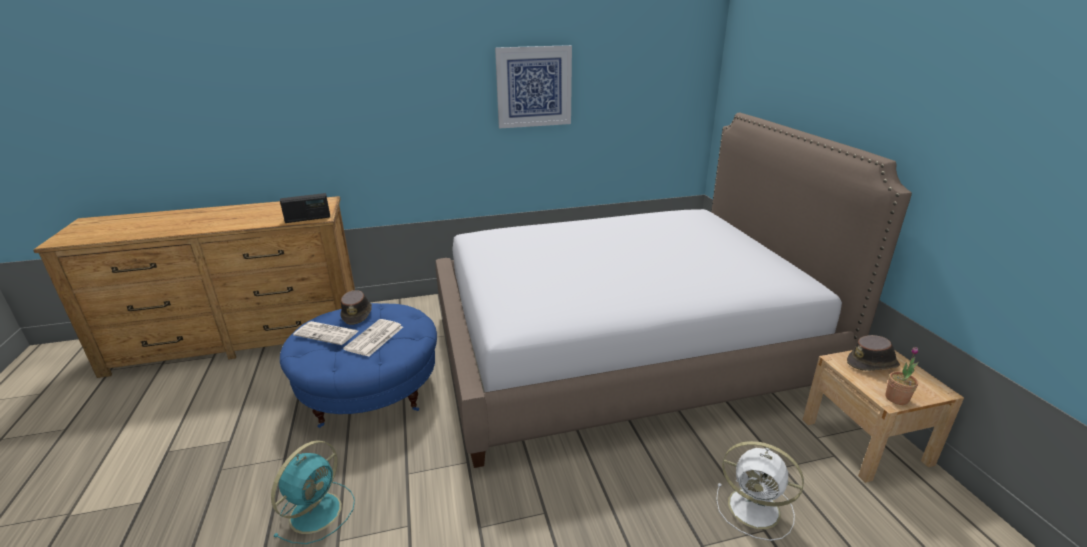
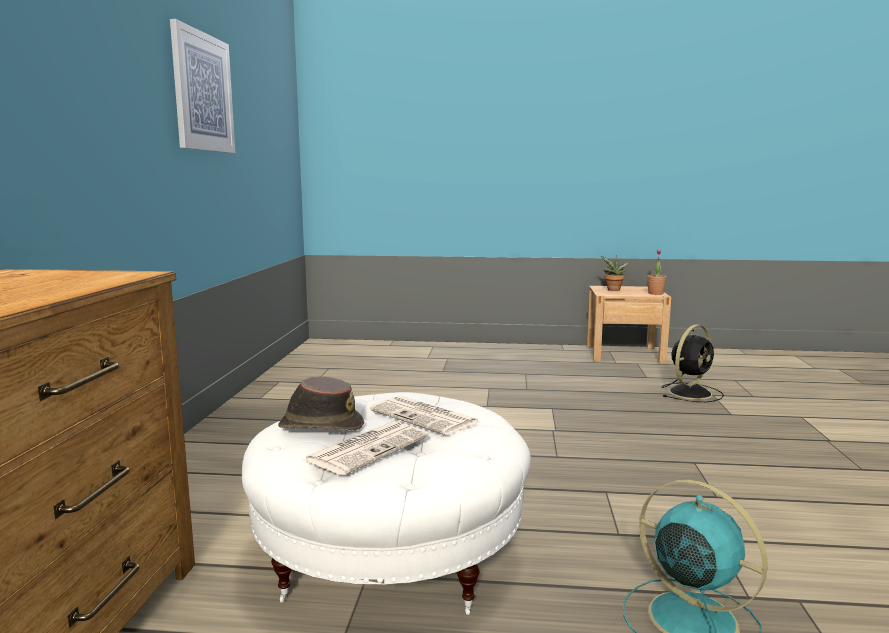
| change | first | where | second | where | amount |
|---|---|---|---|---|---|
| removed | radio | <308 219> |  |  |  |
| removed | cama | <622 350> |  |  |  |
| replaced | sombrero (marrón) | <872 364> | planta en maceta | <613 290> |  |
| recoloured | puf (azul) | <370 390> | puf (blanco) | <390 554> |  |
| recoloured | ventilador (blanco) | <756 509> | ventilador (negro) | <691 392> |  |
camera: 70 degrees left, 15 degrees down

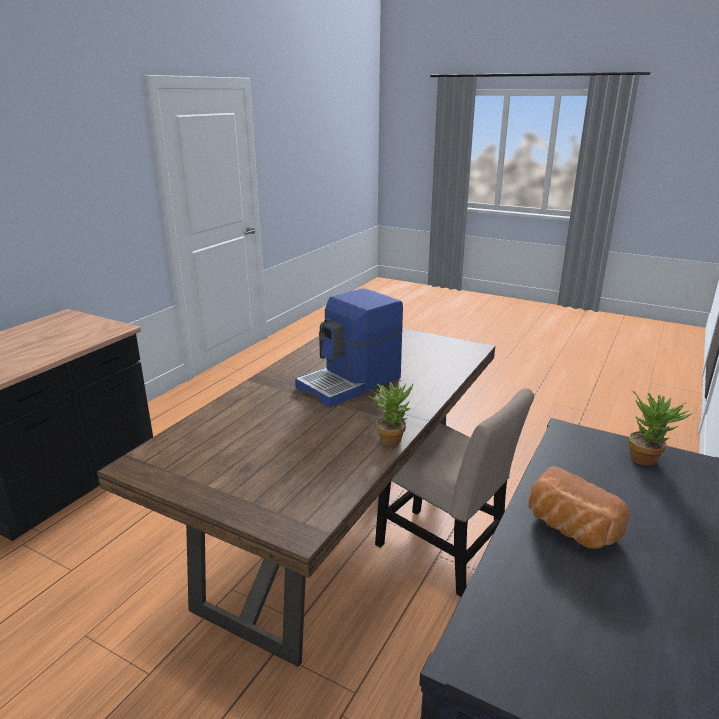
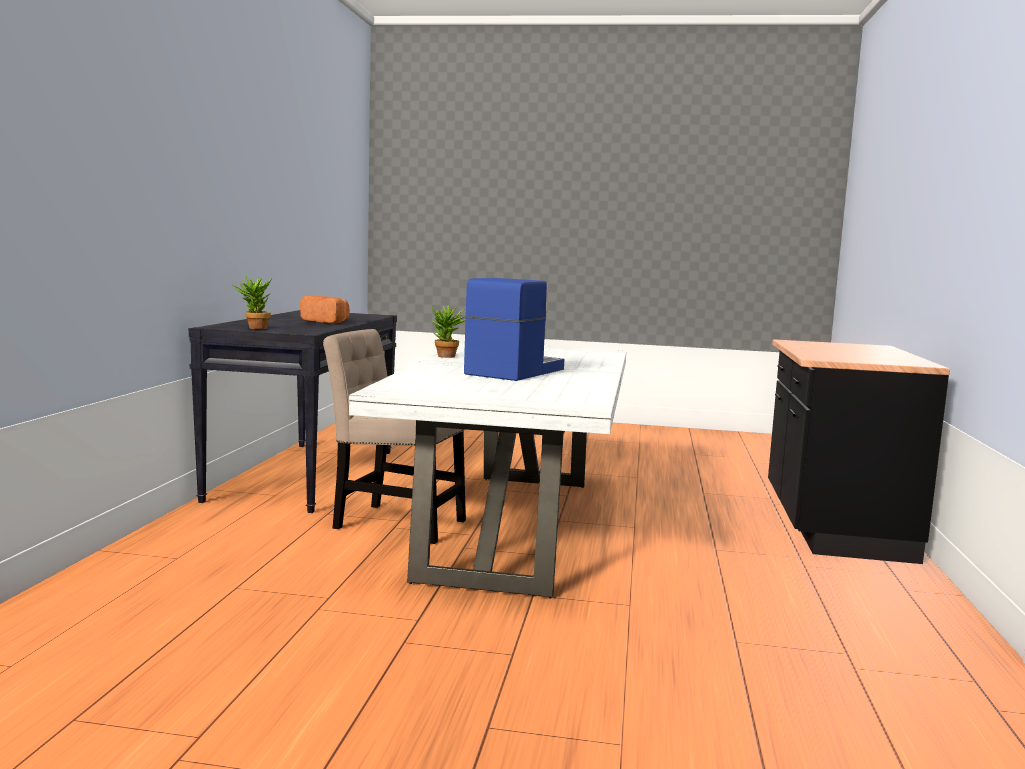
| change | first | where | second | where | amount |
|---|---|---|---|---|---|
| recoloured | mesa de comedor (marrón) | <337 526> | mesa de comedor (blanco) | <512 527> |  |
camera: 160 degrees right, 15 degrees down

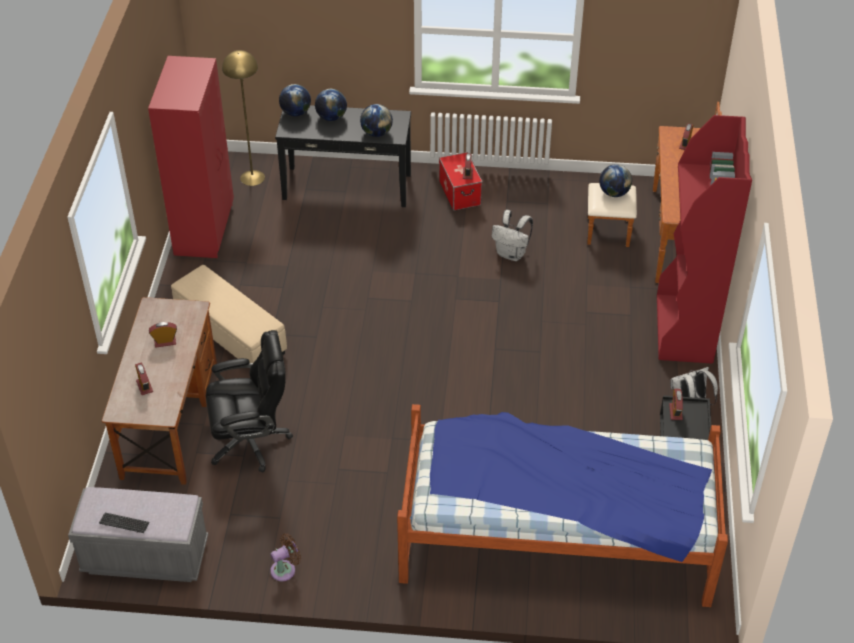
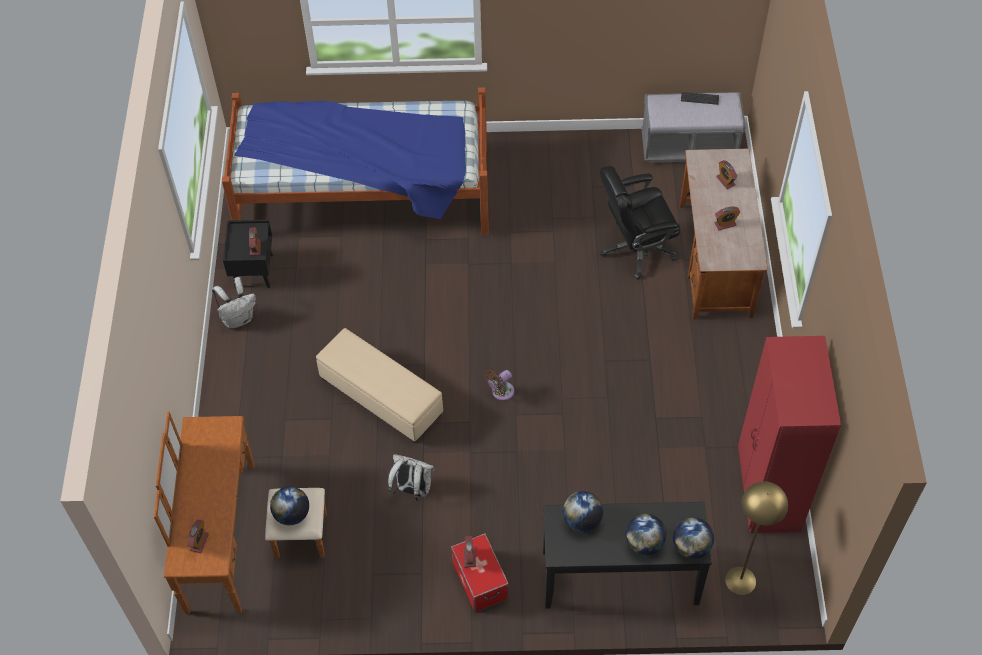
| change | first | where | second | where | amount |
|---|---|---|---|---|---|
| removed | estantería (rojo) | <684 330> |  |  |  |
| moved | puf (beis) | <231 333> |  | <380 397> |  |
| moved | ventilador (marrón) | <285 569> |  | <501 392> |  |
camera: 175 degrees right, 10 degrees up

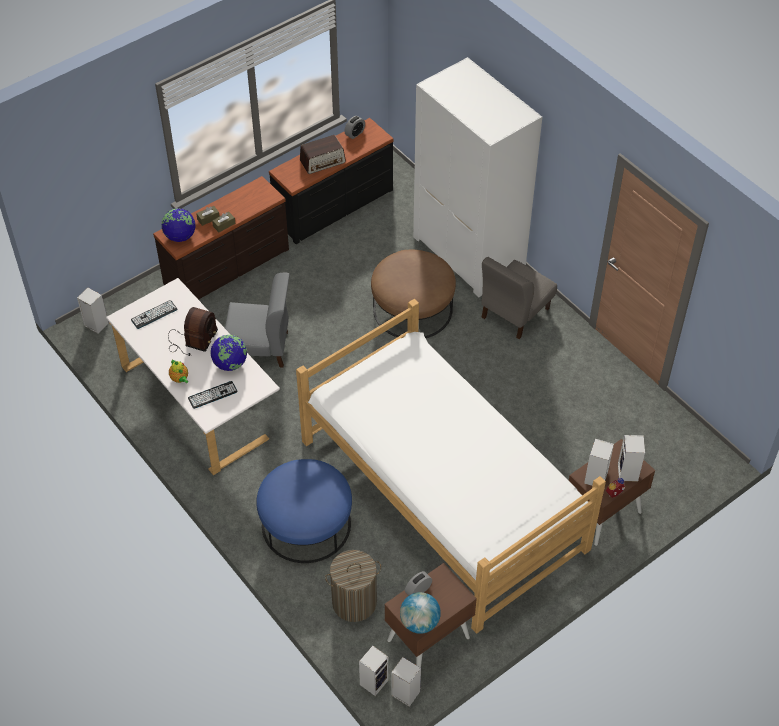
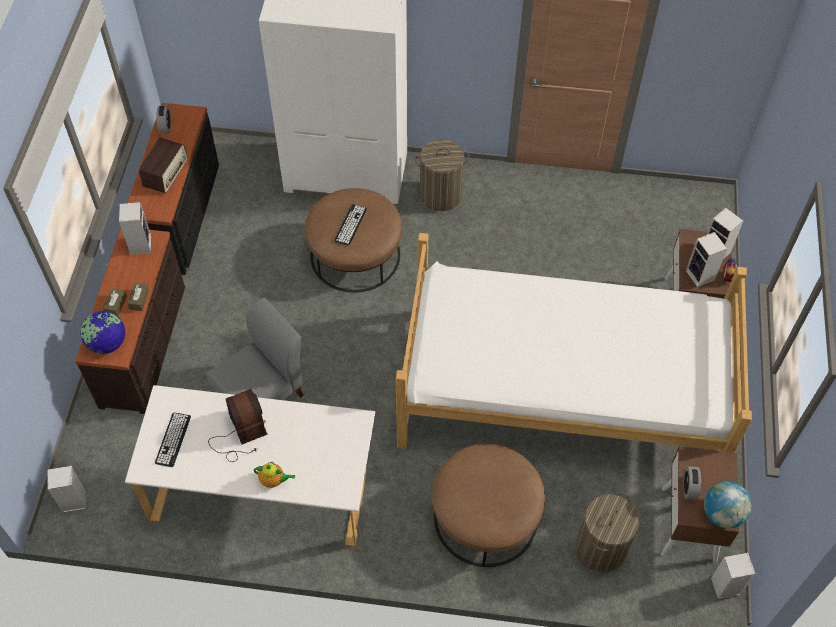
| change | first | where | second | where | amount |
|---|---|---|---|---|---|
| removed | globo terráqueo | <230 363> |  |  |  |
| moved | teclado | <212 395> |  | <350 225> |  |
| moved | altavoz | <374 681> |  | <140 244> |  |
| replaced | silla (gris) | <514 313> | cesto de la ropa | <440 195> |  |
| recoloured | puf (azul) | <306 524> | puf (marrón) | <485 517> |  |
camera: 45 degrees left, 5 degrees up

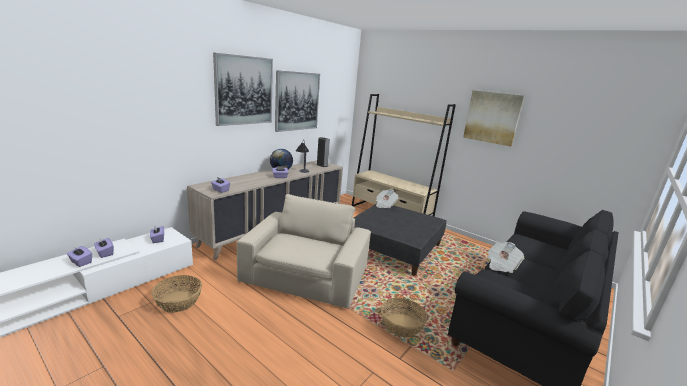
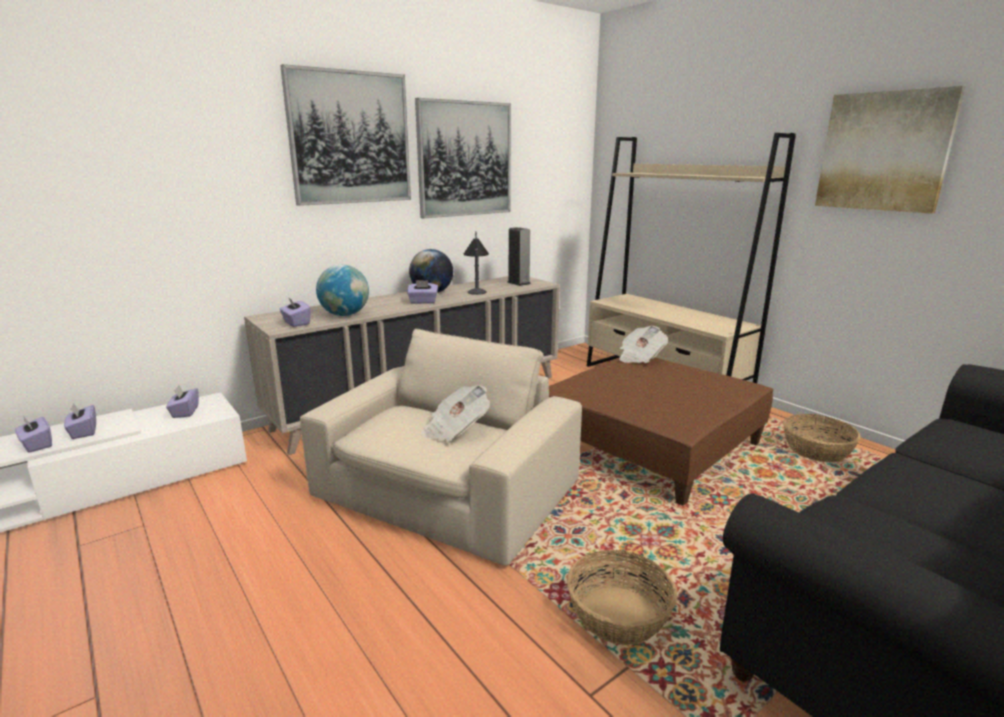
| change | first | where | second | where | amount |
|---|---|---|---|---|---|
| added |  |  | globo terráqueo | <345 315> |  |
| moved | cesta | <178 301> |  | <815 450> |  |
| moved | periódico | <501 265> |  | <455 430> |  |
| recoloured | puf (gris) | <393 247> | puf (marrón) | <651 444> |  |
camera: 15 degrees right, 0 degrees up

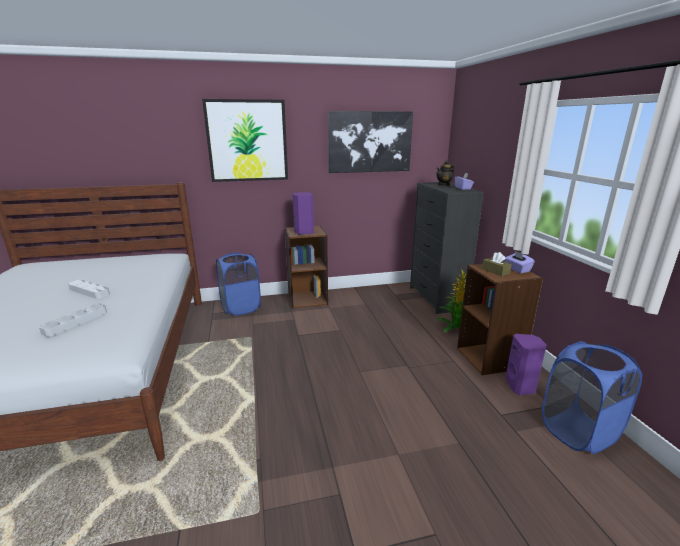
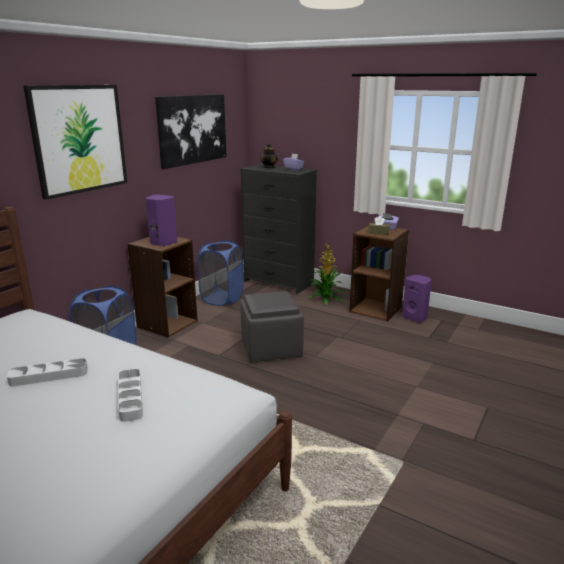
| change | first | where | second | where | amount |
|---|---|---|---|---|---|
| added |  |  | puf (gris) | <270 349> |  |
| moved | cesto de la ropa (azul) | <578 431> |  | <222 298> |  |
camera: 45 degrees left, 0 degrees up

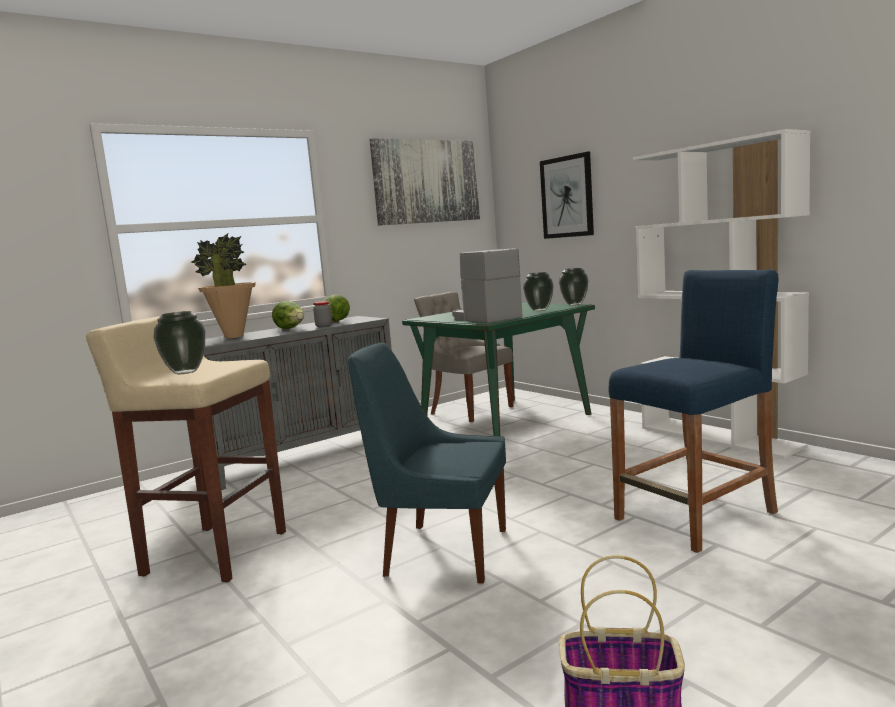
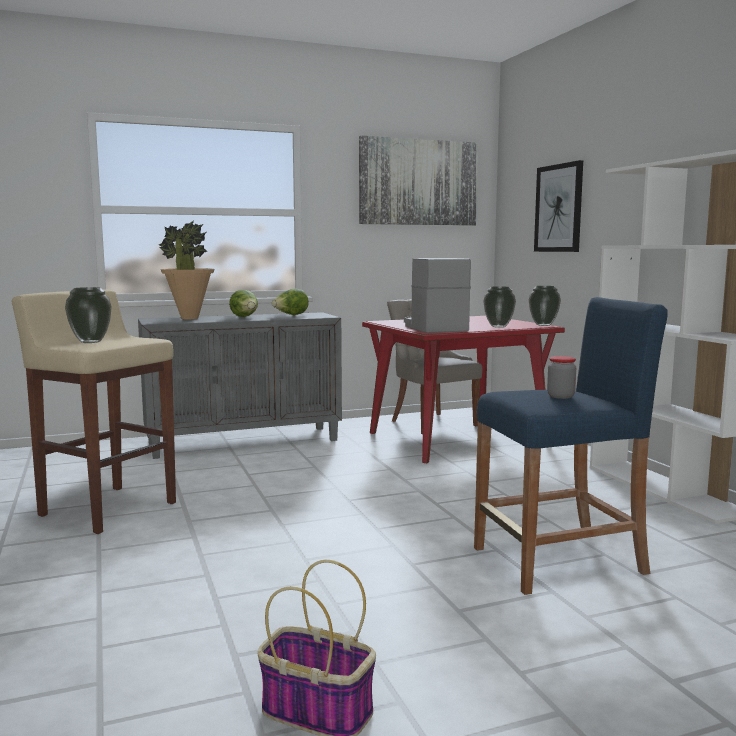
| change | first | where | second | where | amount |
|---|---|---|---|---|---|
| removed | silla (azul) | <441 552> |  |  |  |
| moved | tarro | <324 326> |  | <560 396> |  |
| recoloured | mesa de comedor (verde) | <505 421> | mesa de comedor (rojo) | <456 439> |  |
camera: 15 degrees right, 0 degrees up

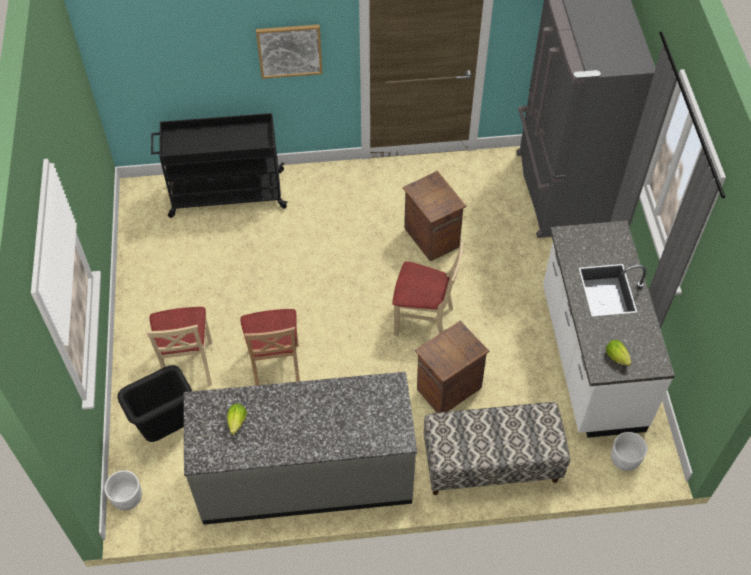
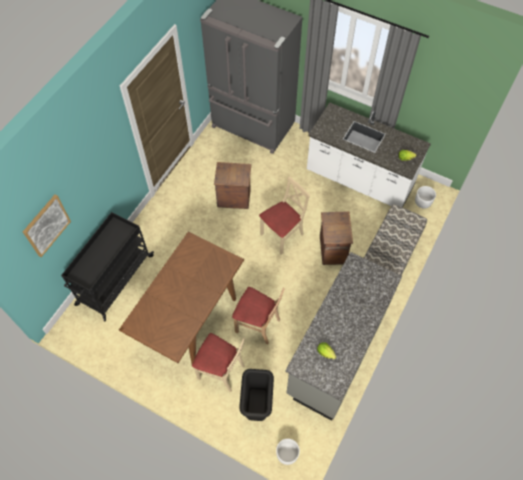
| change | first | where | second | where | amount |
|---|---|---|---|---|---|
| added |  |  | mesa de comedor (marrón) | <190 319> |  |
| moved | cuadro | <289 50> |  | <46 225> |  |
camera: 55 degrees left, 5 degrees up

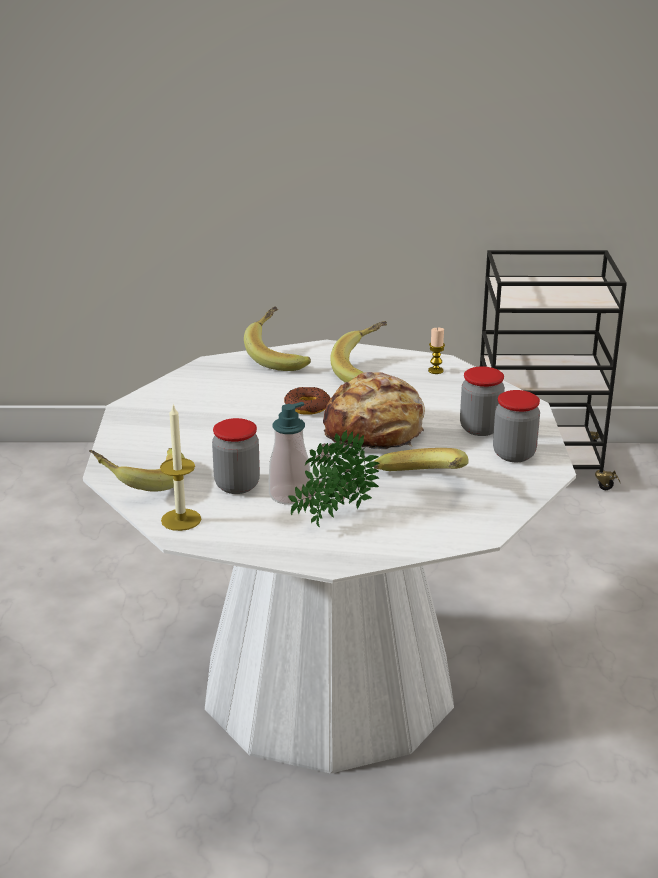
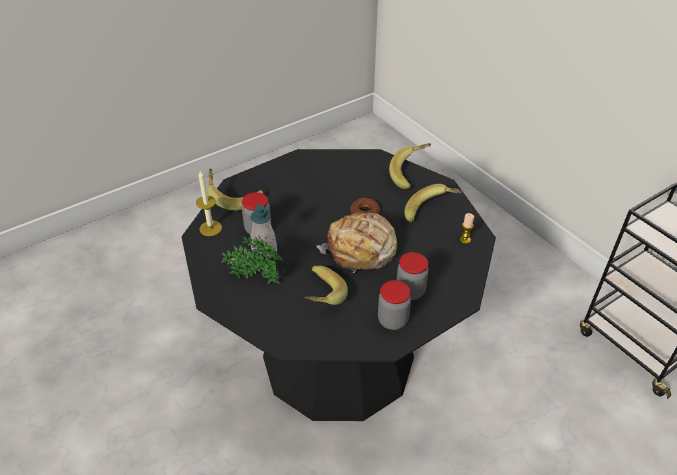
| change | first | where | second | where | amount |
|---|---|---|---|---|---|
| recoloured | mesa de comedor (blanco) | <328 681> | mesa de comedor (negro) | <338 356> |  |
camera: 55 degrees right, 15 degrees up

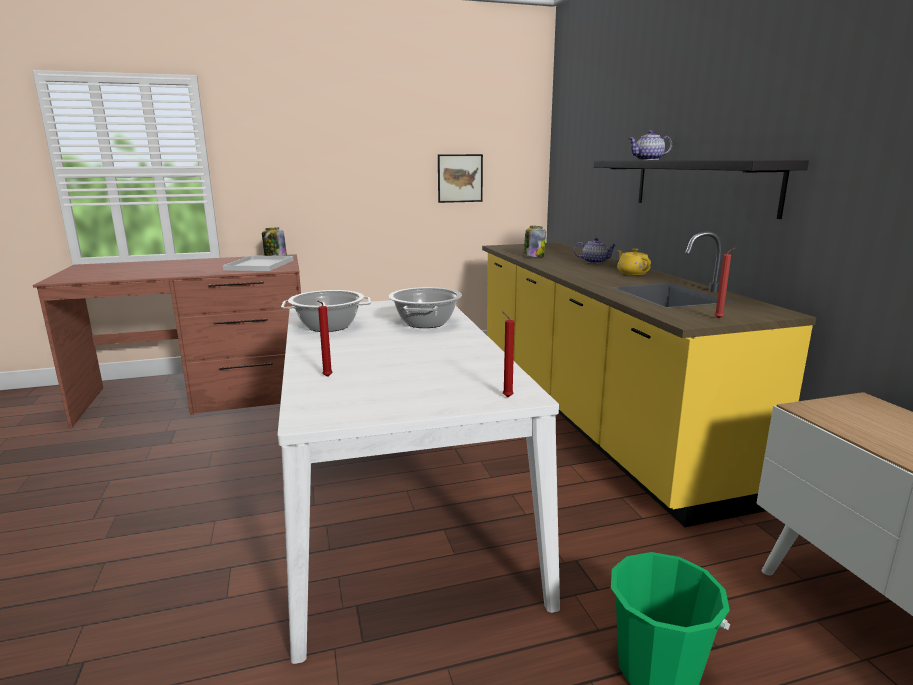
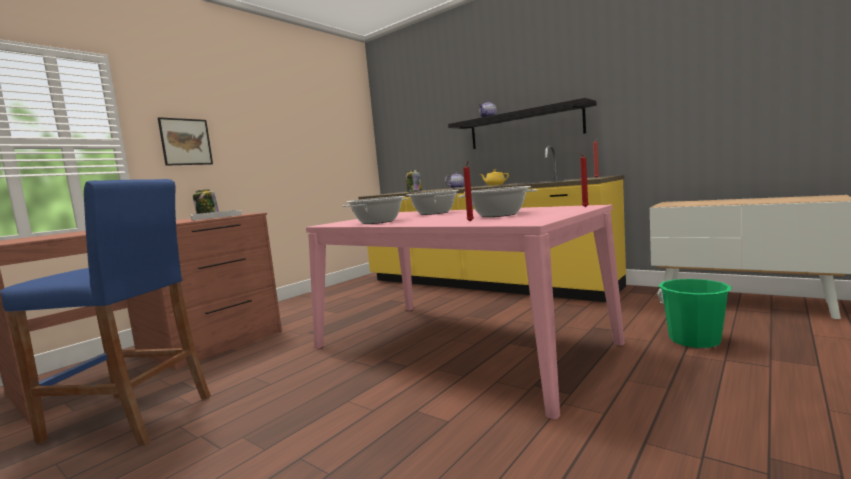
| change | first | where | second | where | amount |
|---|---|---|---|---|---|
| added |  |  | taburete (azul) | <130 418> |  |
| added |  |  | olla | <499 215> |  |
| moved | cuadro | <460 178> |  | <186 142> |  |
| recoloured | mesa de comedor (blanco) | <396 502> | mesa de comedor (rosa) | <458 345> |  |
camera: 35 degrees left, 10 degrees down

